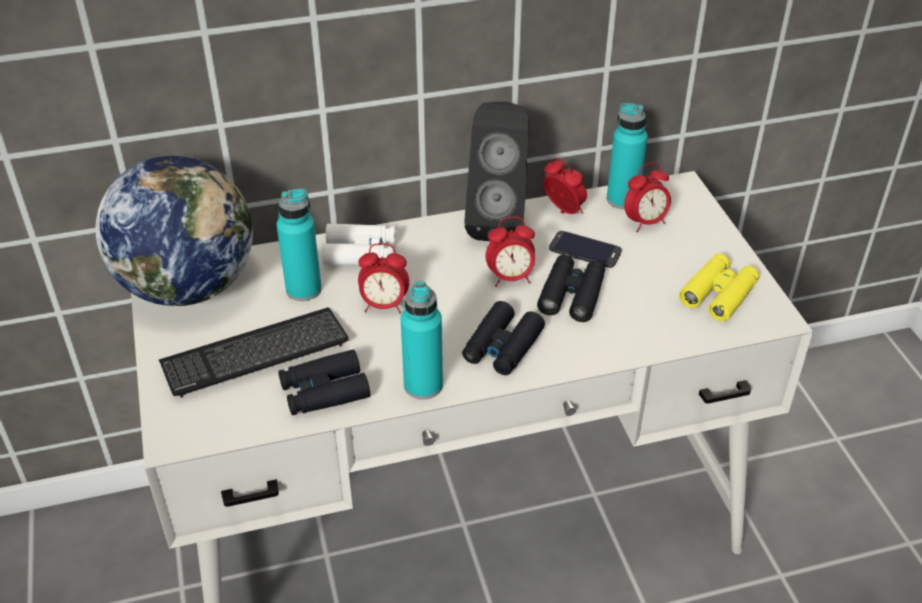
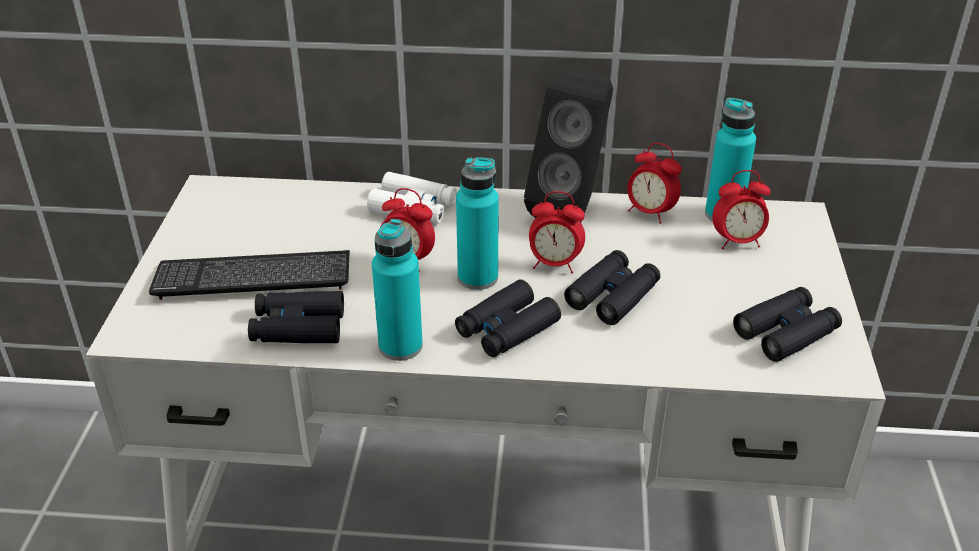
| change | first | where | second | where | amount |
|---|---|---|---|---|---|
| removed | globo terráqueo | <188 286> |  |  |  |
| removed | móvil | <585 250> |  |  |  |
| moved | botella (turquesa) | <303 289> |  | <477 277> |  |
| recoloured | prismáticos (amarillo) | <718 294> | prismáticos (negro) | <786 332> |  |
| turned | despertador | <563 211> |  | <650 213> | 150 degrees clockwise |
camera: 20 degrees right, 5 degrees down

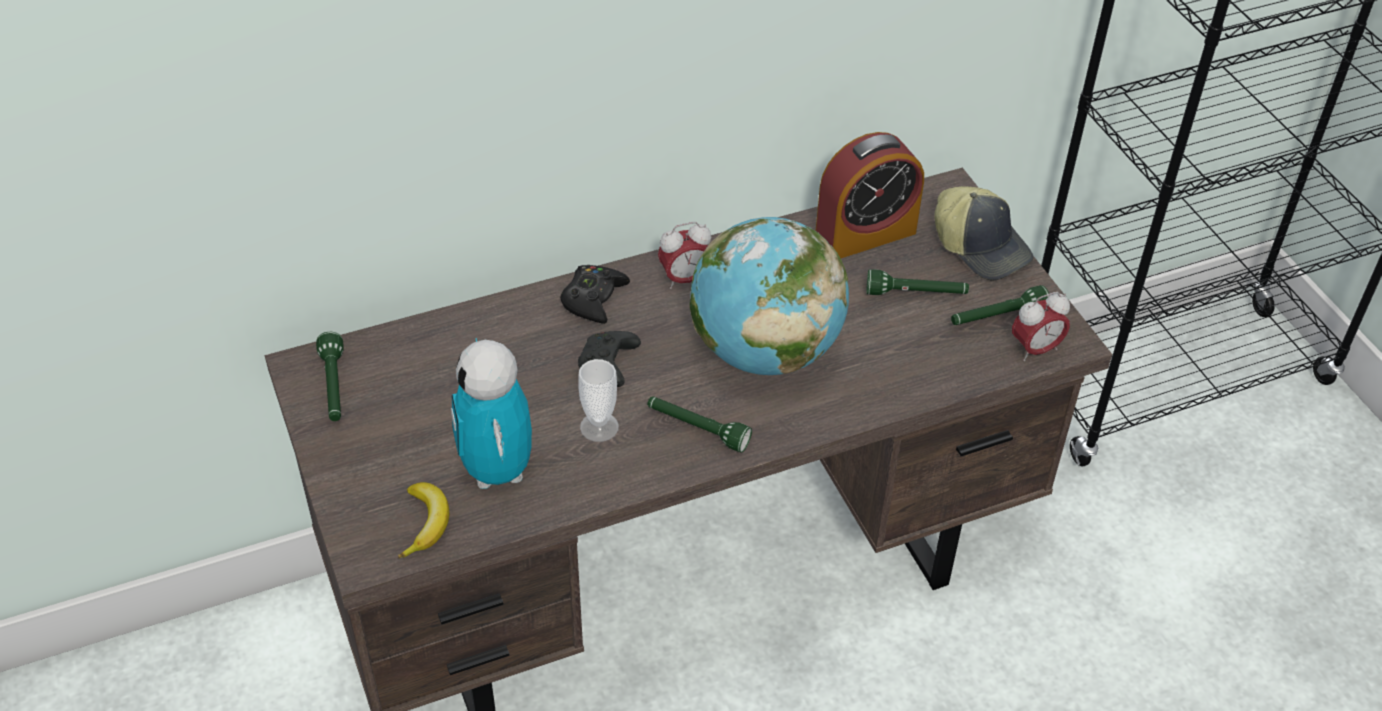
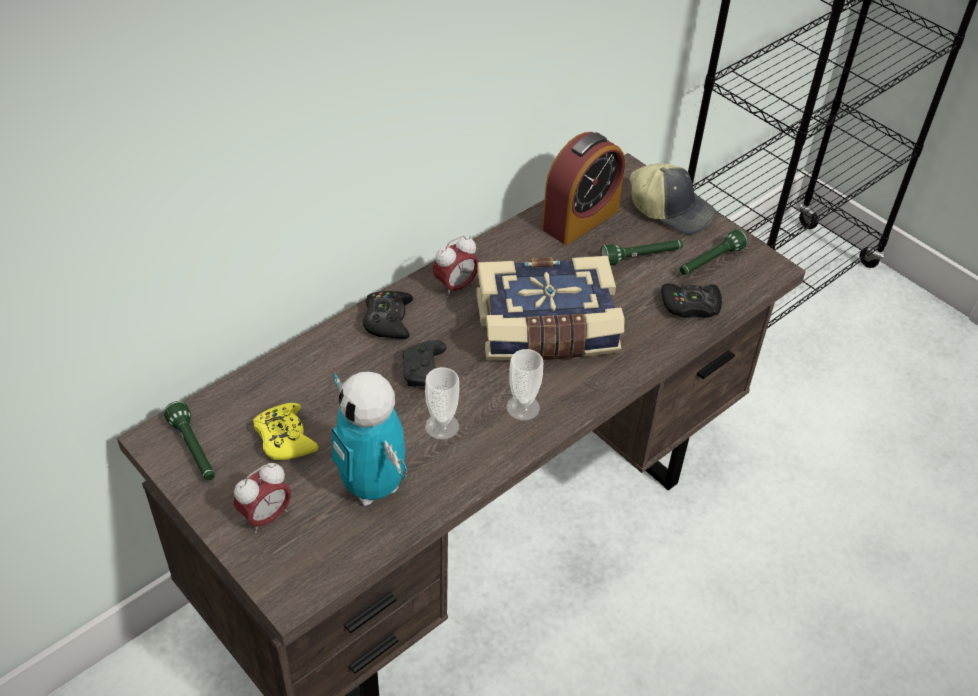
| change | first | where | second | where | amount |
|---|---|---|---|---|---|
| removed | plátano | <426 523> |  |  |  |
| added |  |  | mando de consola (amarillo) | <285 438> |  |
| added |  |  | mando de consola (negro) | <690 306> |  |
| moved | despertador | <1035 349> |  | <266 517> |  |
| replaced | linterna (verde) | <697 429> | taza | <523 407> |  |
| replaced | globo terráqueo | <764 351> | libro | <547 330> |  |
camera: 20 degrees left, 0 degrees up

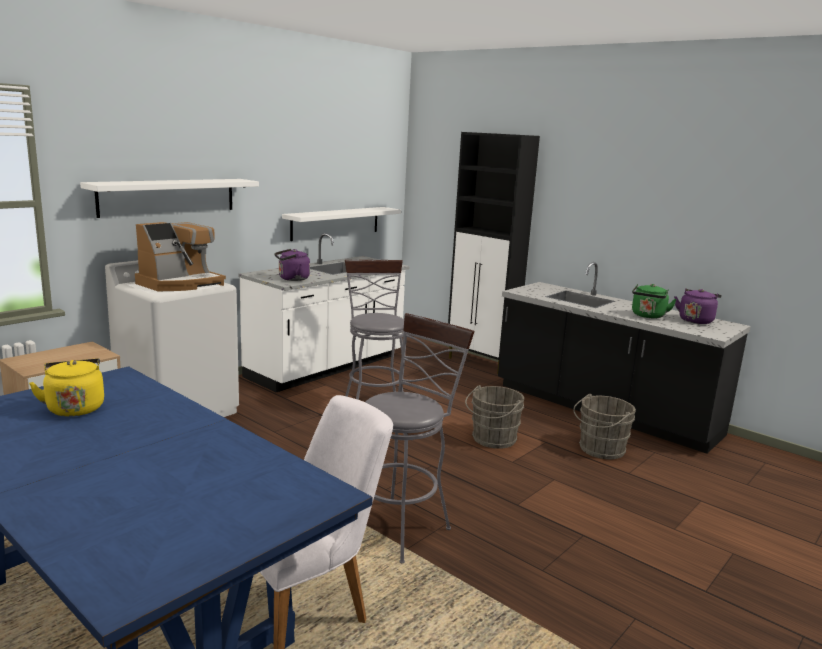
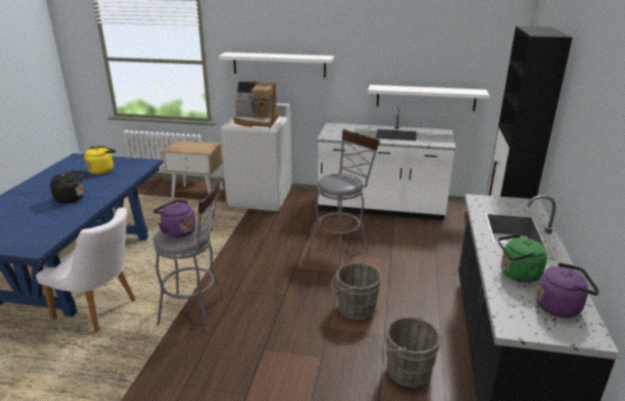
| change | first | where | second | where | amount |
|---|---|---|---|---|---|
| added |  |  | hervidor (negro) | <72 199> |  |
| moved | hervidor (morado) | <292 279> |  | <177 232> |  |
camera: 60 degrees right, 10 degrees up

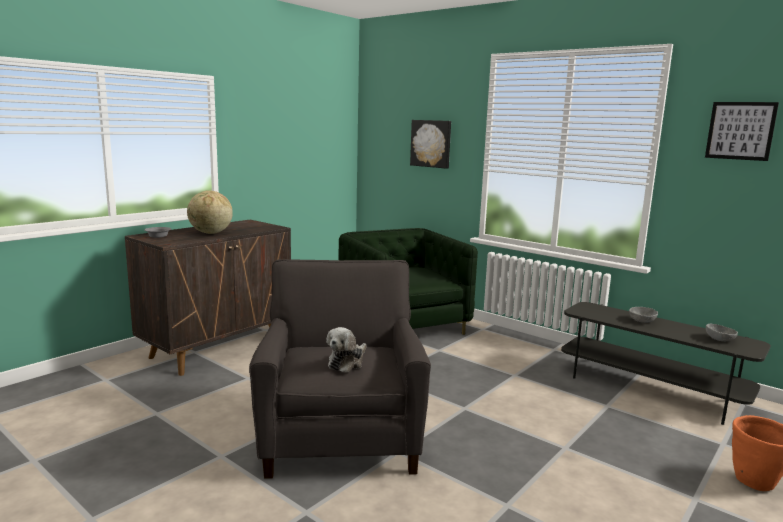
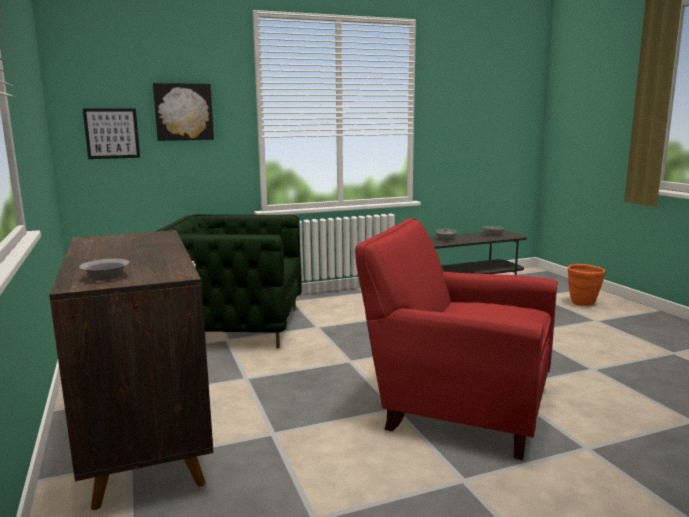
| change | first | where | second | where | amount |
|---|---|---|---|---|---|
| removed | globo terráqueo | <210 233> |  |  |  |
| removed | peluche | <347 362> |  |  |  |
| moved | cuadro | <740 131> |  | <112 133> |  |
| recoloured | sillón (gris) | <340 435> | sillón (rojo) | <457 406> |  |
camera: 60 degrees left, 0 degrees up

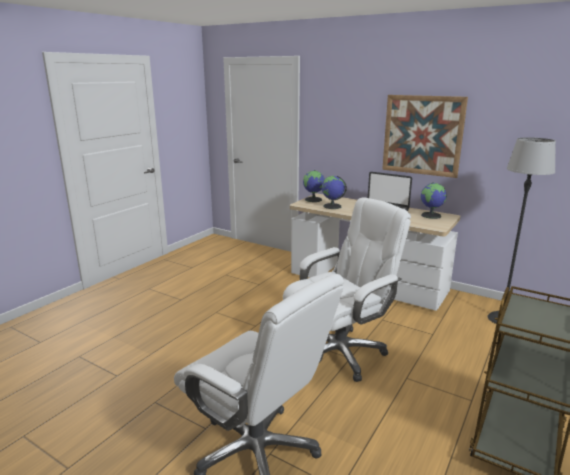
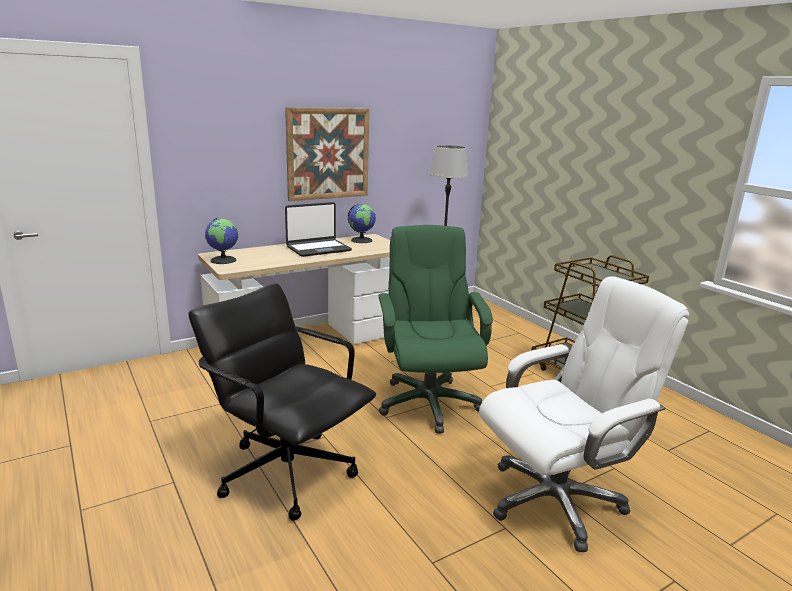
| change | first | where | second | where | amount |
|---|---|---|---|---|---|
| removed | globo terráqueo | <332 206> |  |  |  |
| added |  |  | silla de oficina (negro) | <287 471> |  |
| recoloured | silla de oficina (blanco) | <340 352> | silla de oficina (verde) | <428 402> |  |
camera: 65 degrees left, 0 degrees up

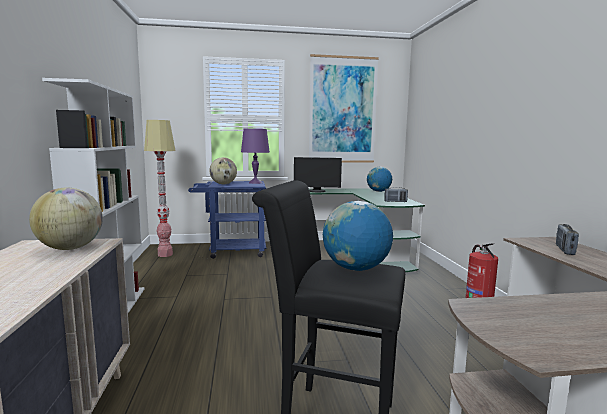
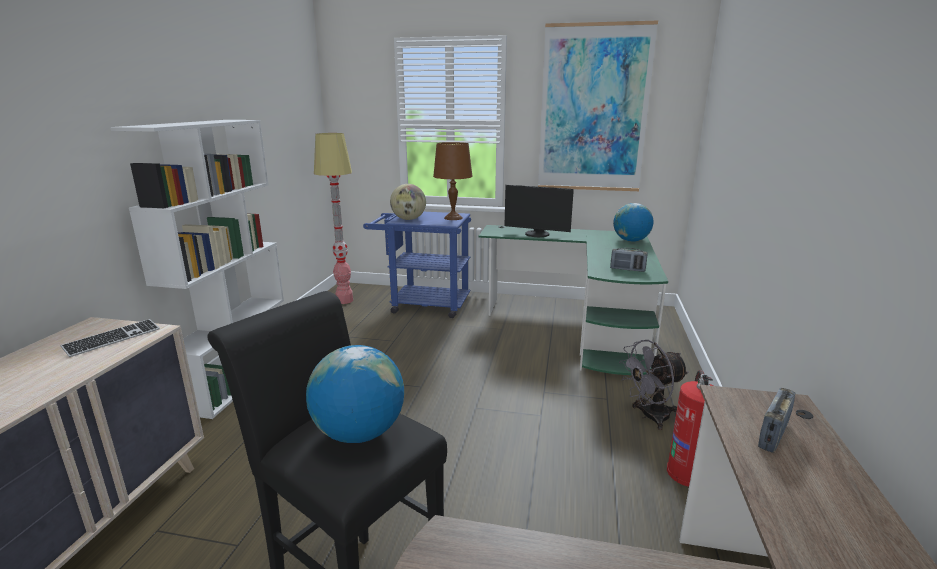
| change | first | where | second | where | amount |
|---|---|---|---|---|---|
| added |  |  | ventilador (gris) | <649 416> |  |
| replaced | globo terráqueo | <70 248> | teclado | <113 339> |  |
| recoloured | lámpara de mesa (morado) | <255 183> | lámpara de mesa (marrón) | <453 218> |  |
camera: 20 degrees right, 10 degrees up

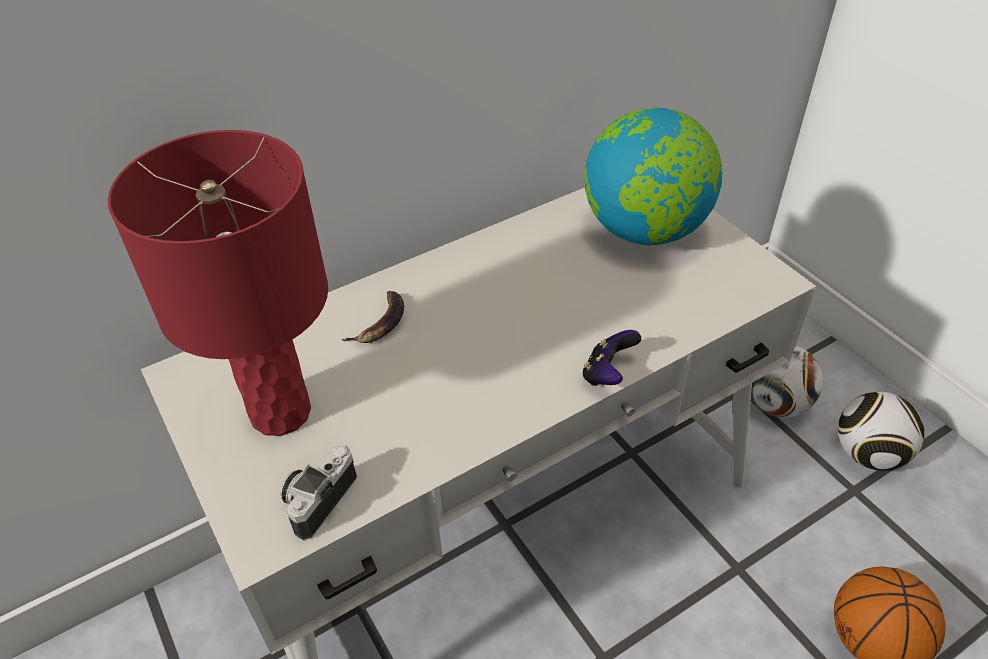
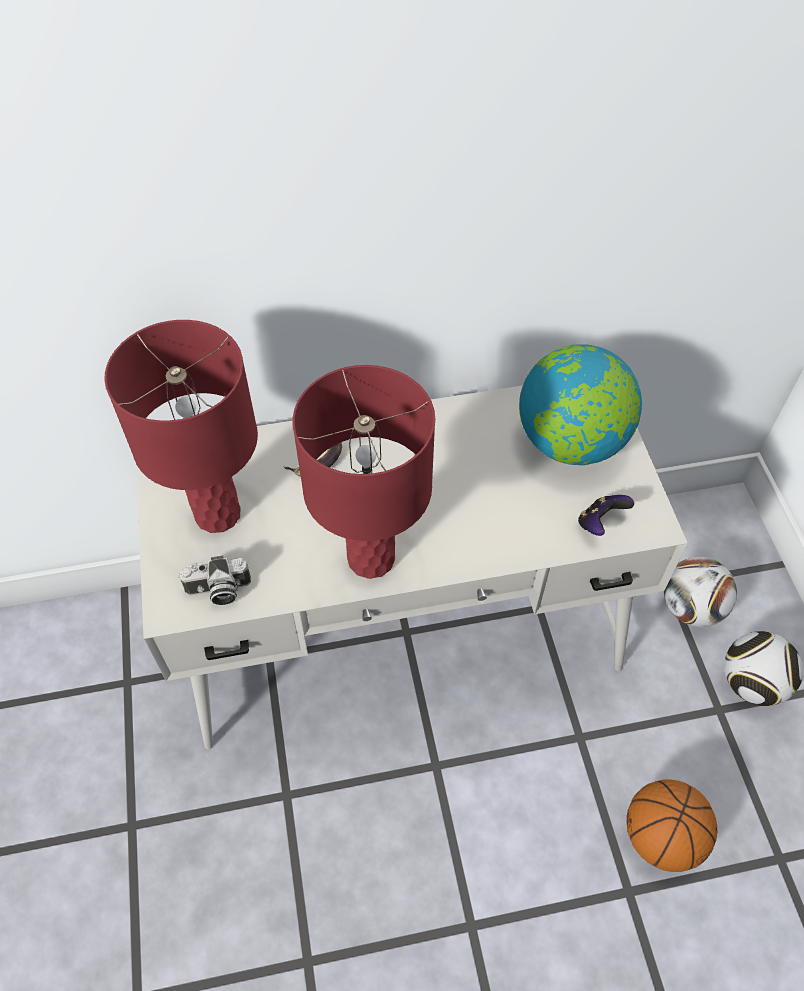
| change | first | where | second | where | amount |
|---|---|---|---|---|---|
| added |  |  | lámpara de mesa (rojo) | <370 558> |  |
| moved | mando de consola | <607 374> |  | <600 523> |  |
| turned | cámara | <319 499> |  | <218 591> | 150 degrees counterclockwise |
camera: 20 degrees right, 10 degrees up

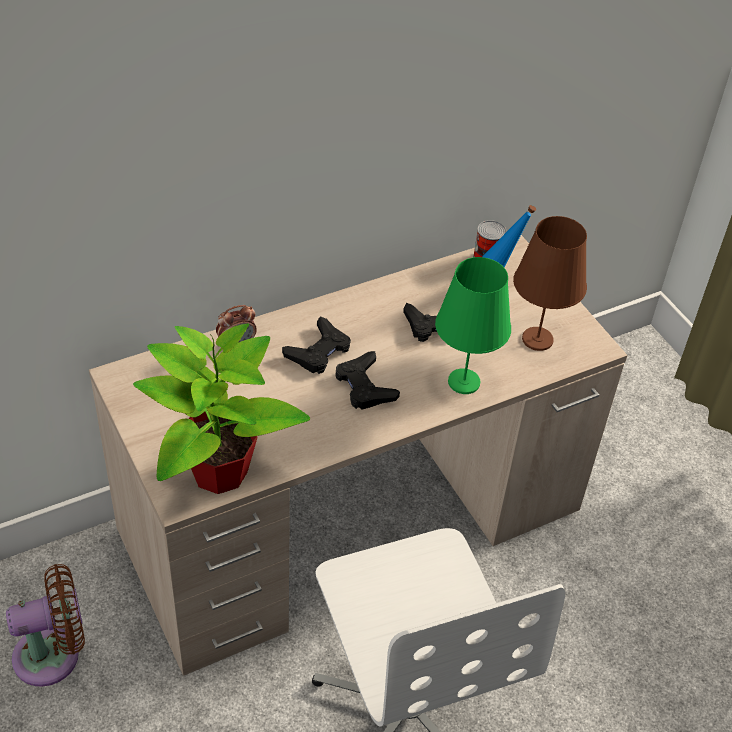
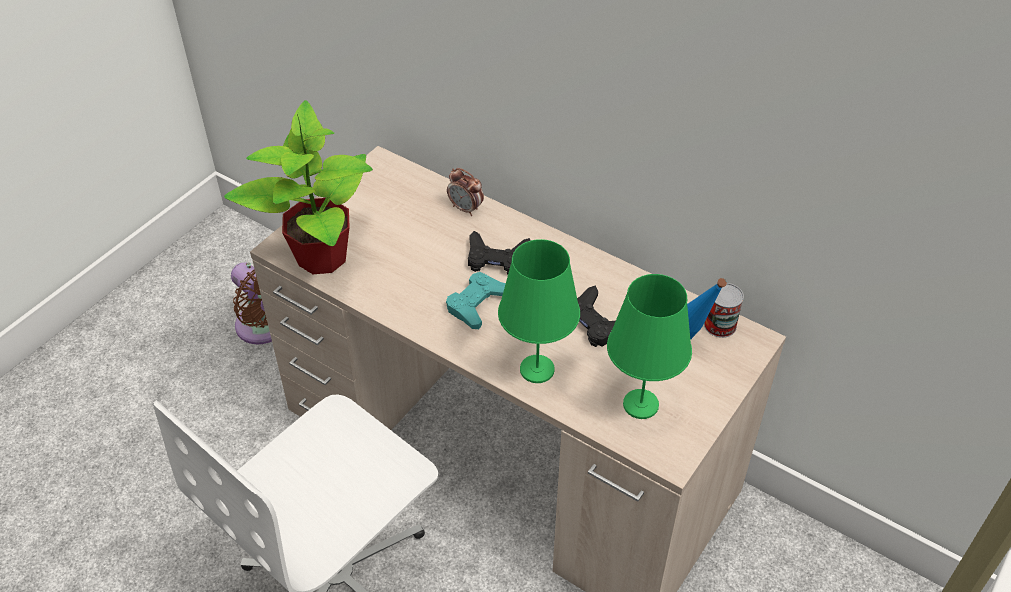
| change | first | where | second | where | amount |
|---|---|---|---|---|---|
| recoloured | mando de consola (negro) | <364 386> | mando de consola (turquesa) | <478 304> |  |
| recoloured | lámpara de mesa (marrón) | <537 339> | lámpara de mesa (verde) | <641 404> |  |
camera: 65 degrees right, 0 degrees up

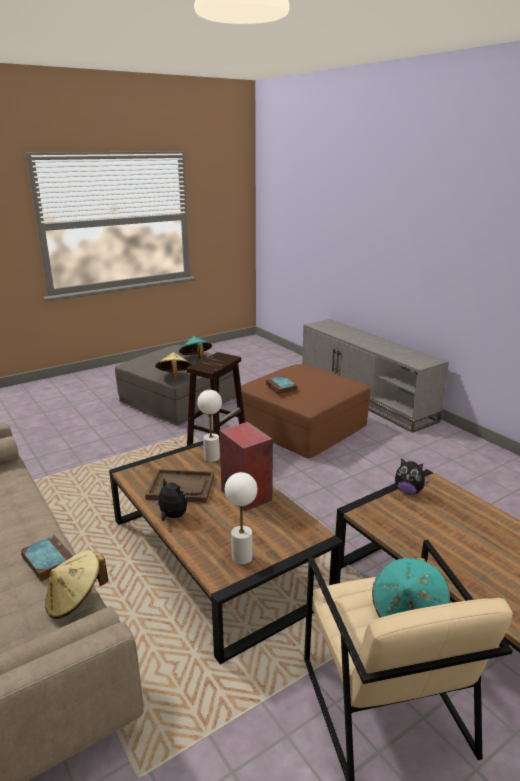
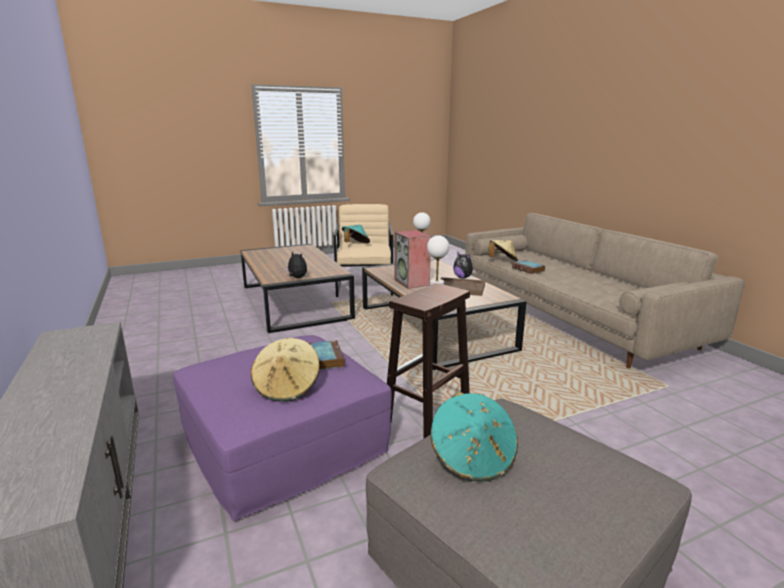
| change | first | where | second | where | amount |
|---|---|---|---|---|---|
| moved | sombrero (beis) | <174 376> |  | <287 387> |  |
| recoloured | puf (marrón) | <302 426> | puf (morado) | <283 442> |  |
camera: 170 degrees left, 5 degrees down

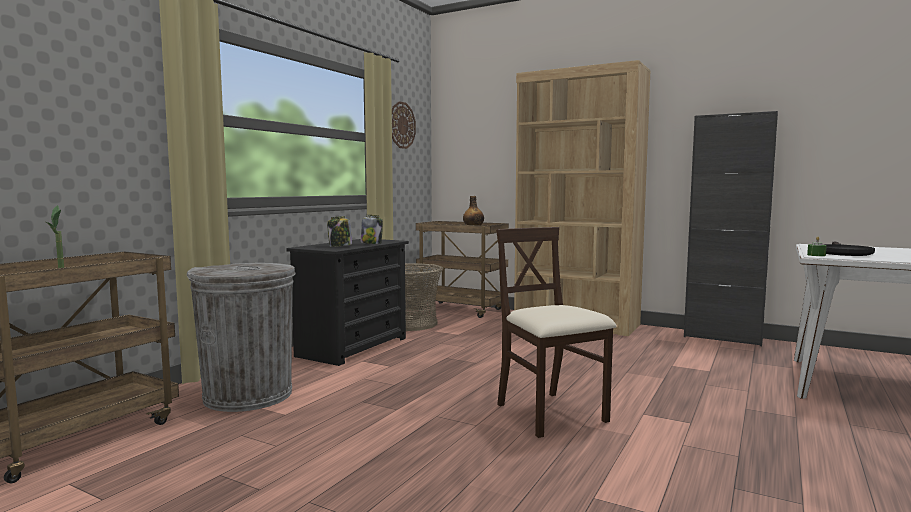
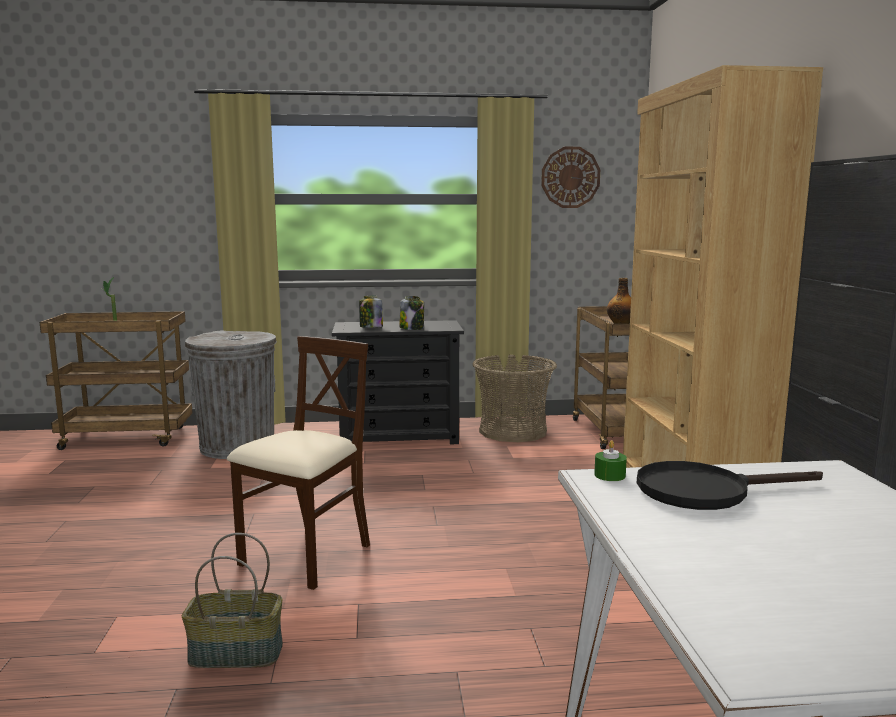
| change | first | where | second | where | amount |
|---|---|---|---|---|---|
| added |  |  | cesta | <234 654> |  |
camera: 55 degrees right, 5 degrees up

